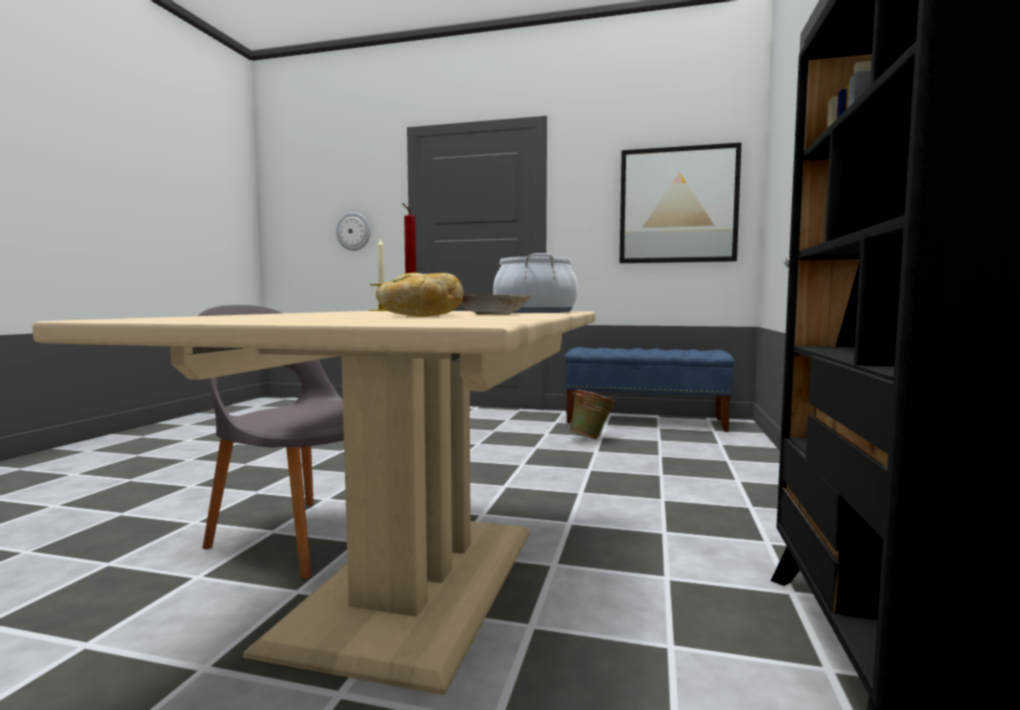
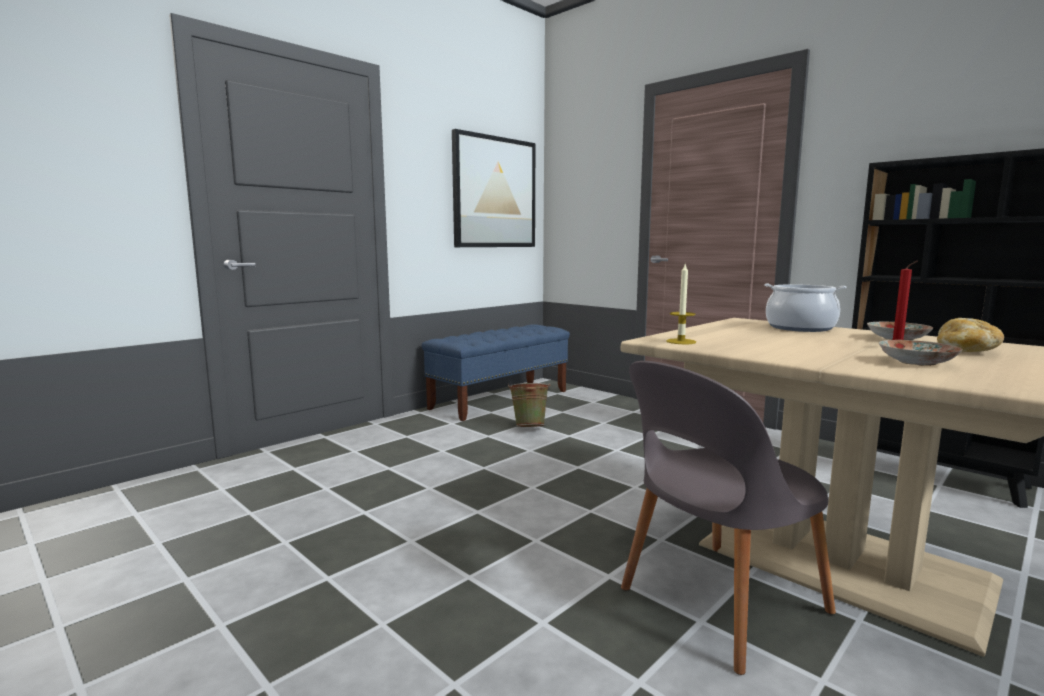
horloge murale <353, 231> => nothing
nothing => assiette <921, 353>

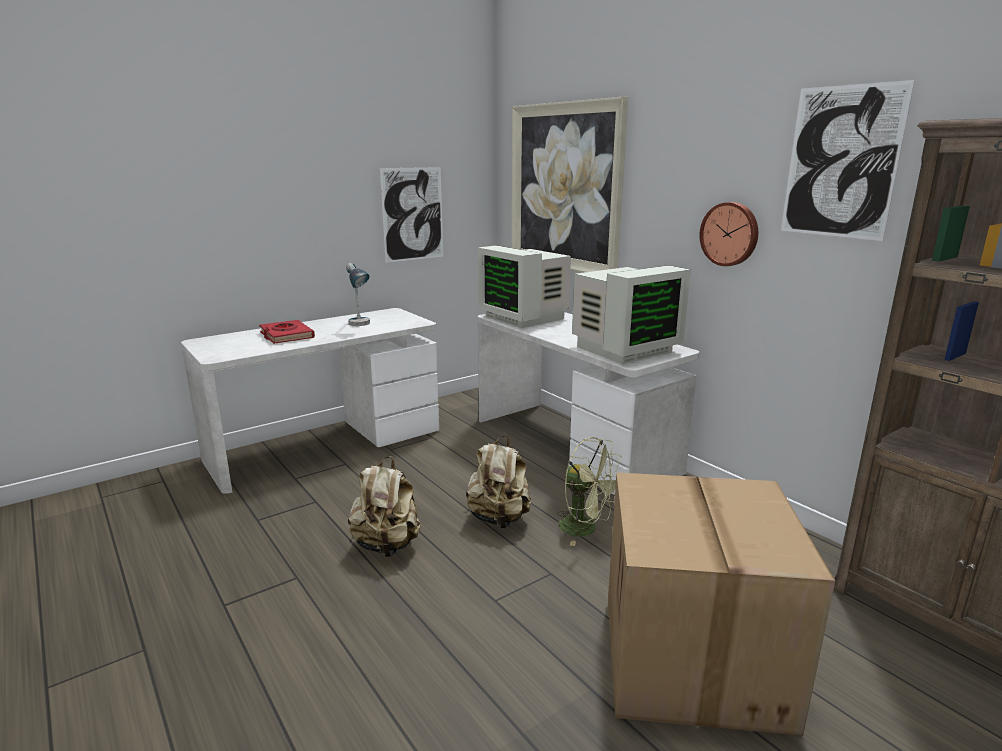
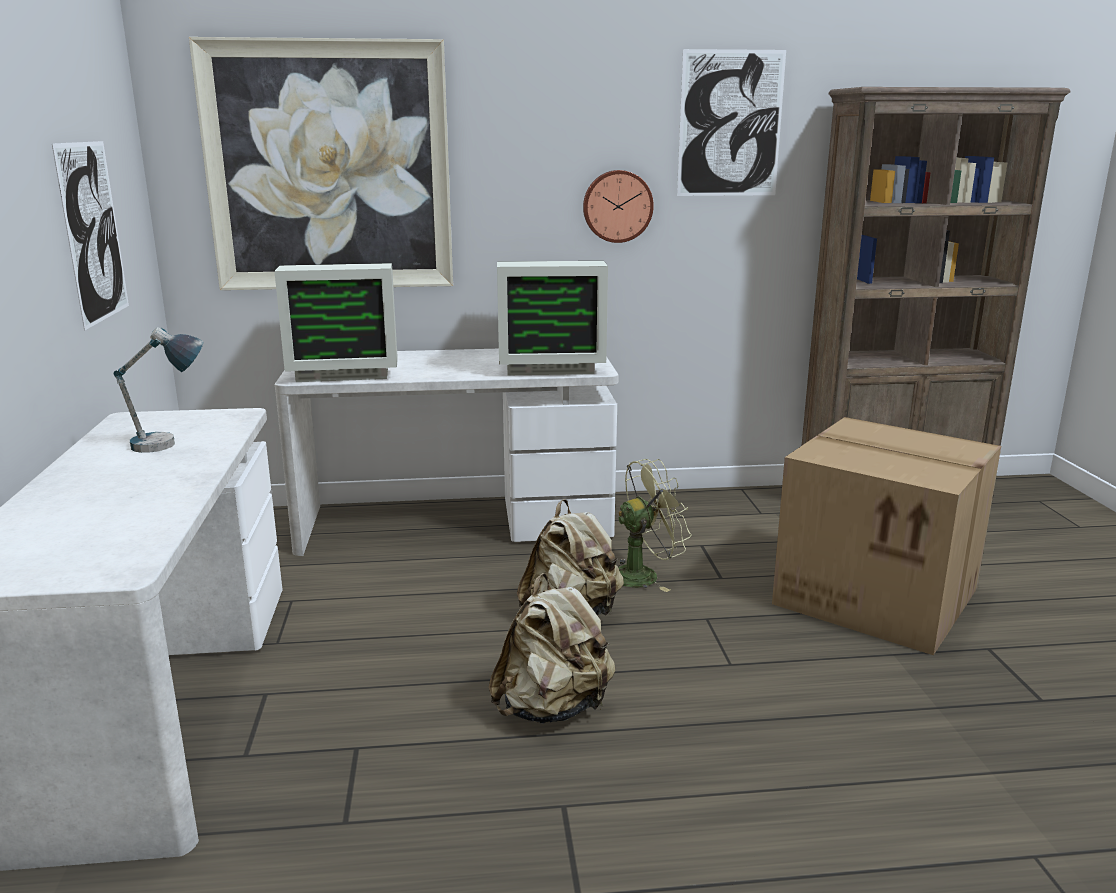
livre [rouge] <287, 332> => nothing
écran d'ordinateur <631, 314> => écran d'ordinateur <552, 318>, 90 degrees clockwise

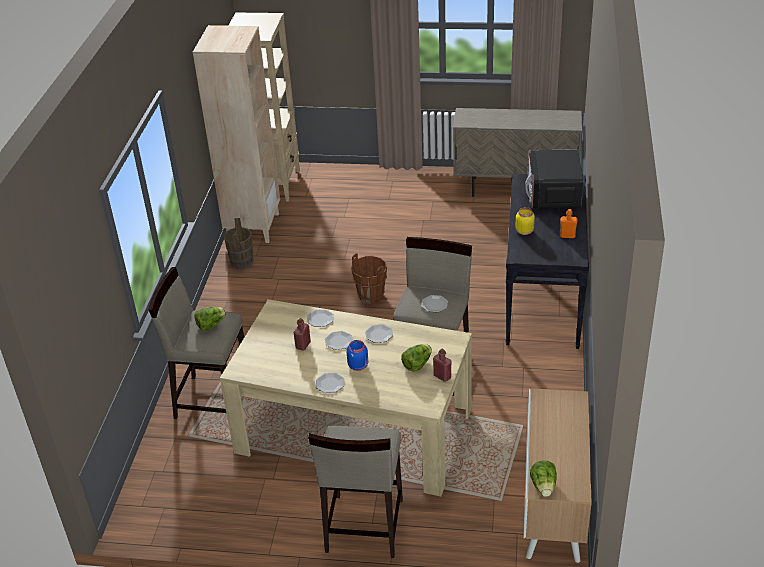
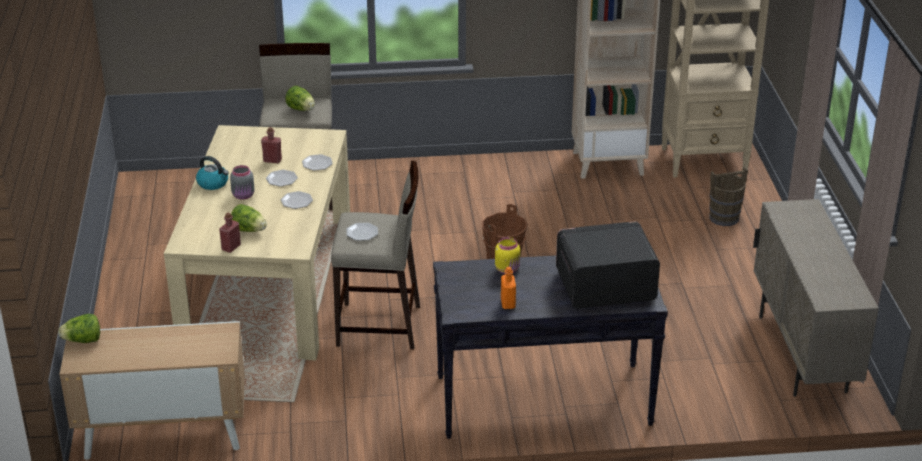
tabouret [beige] <355, 492> => nothing
seau [marron] <239, 243> => seau [marron] <728, 196>, move
assiette <330, 383> => bouilloire <212, 173>
bocal [bleu] <357, 355> => bocal [gris] <242, 182>

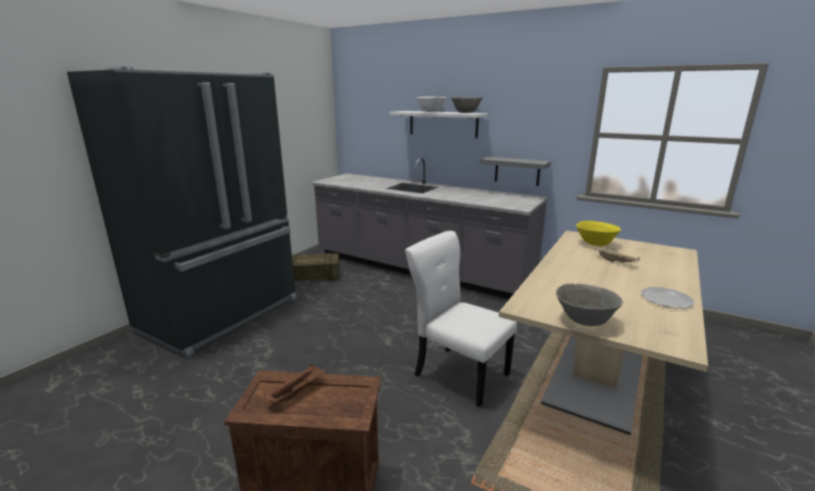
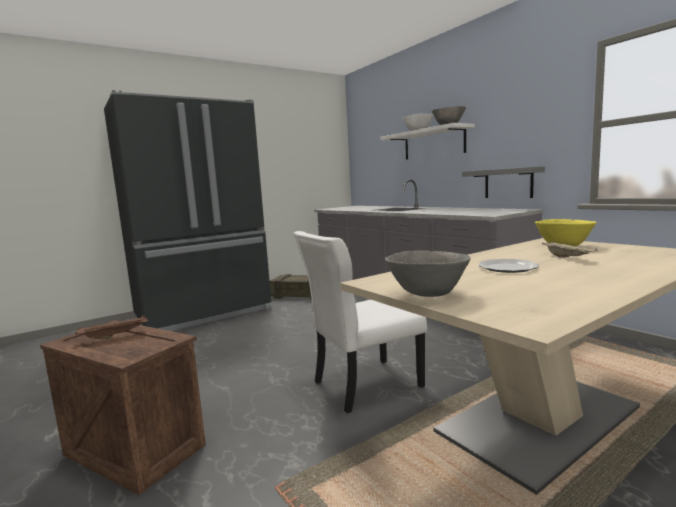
assiette <667, 297> => assiette <508, 266>, move
chaise [blanc] <461, 319> => chaise [blanc] <360, 322>, 90 degrees counterclockwise

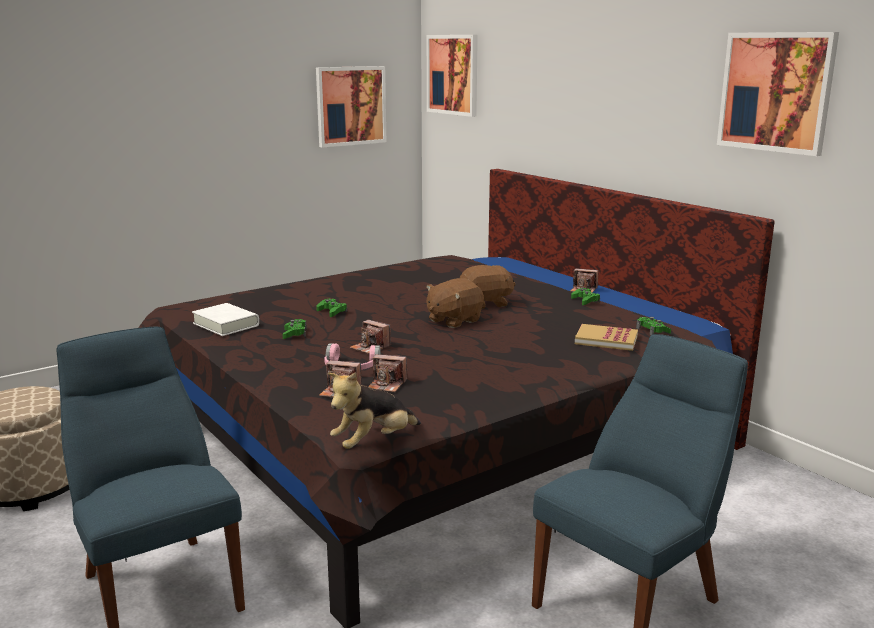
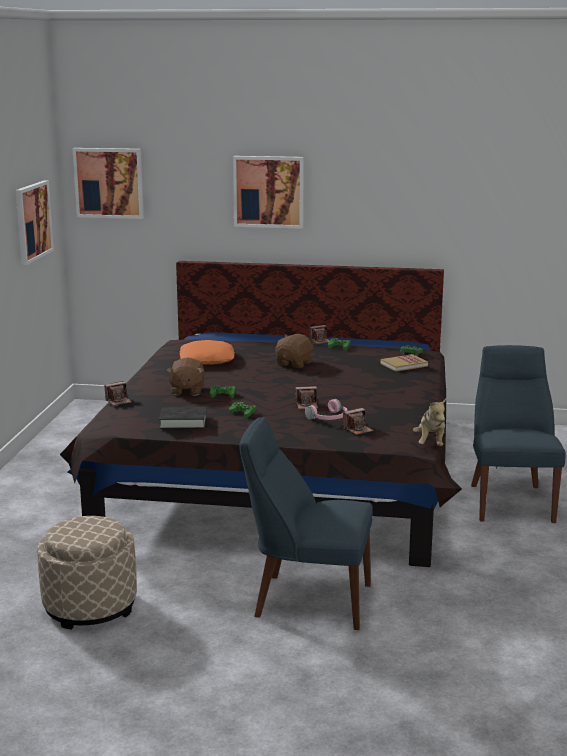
nothing => coussin [orange] <207, 352>
appareil photo <387, 373> => appareil photo <118, 393>, move
peluche [marron] <455, 303> => peluche [marron] <185, 377>, move
tableau <778, 94> => tableau <268, 192>, move
livre [blanc] <225, 319> => livre [noir] <183, 418>

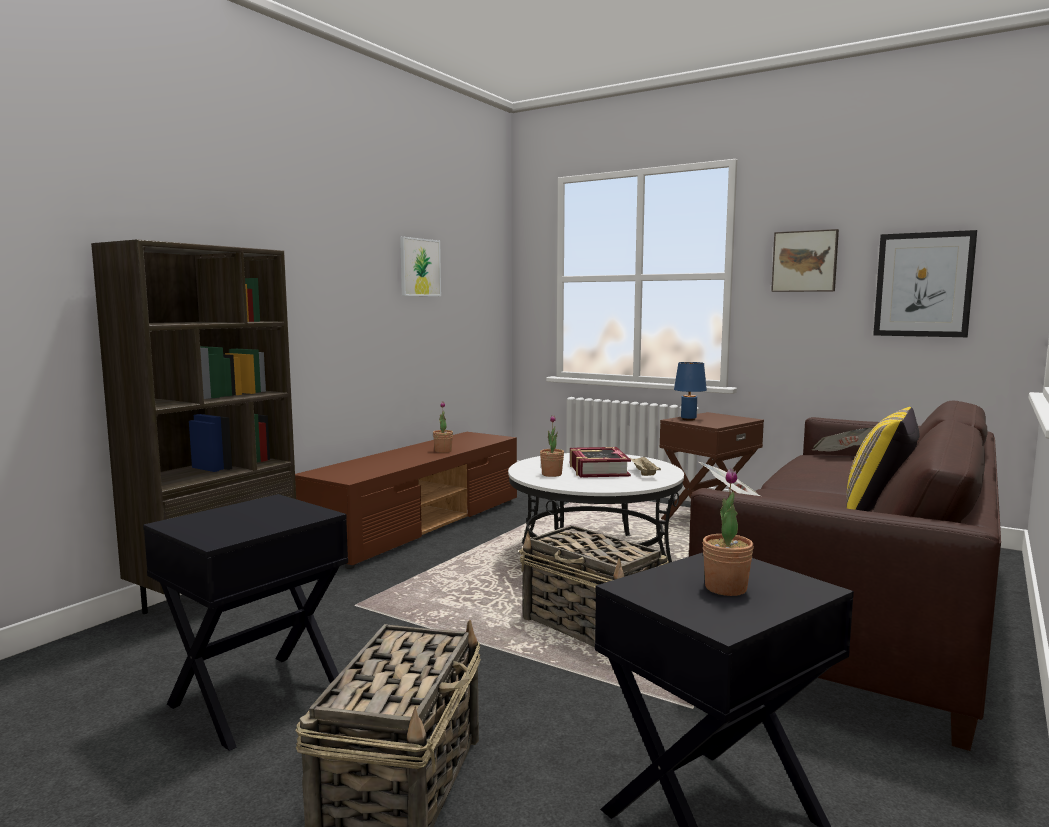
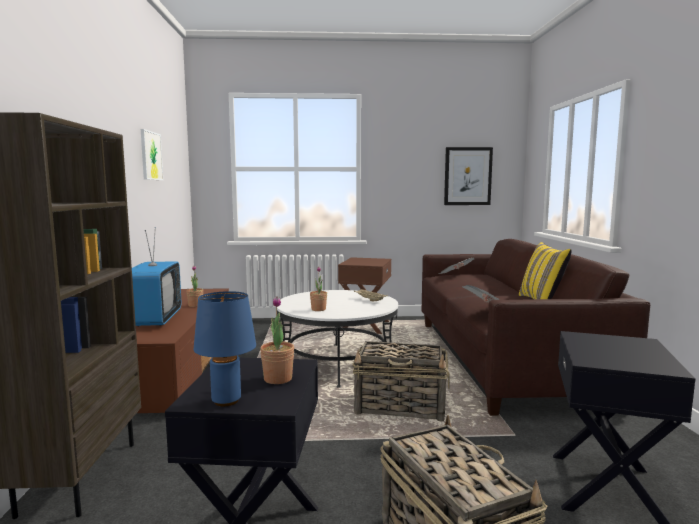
livre <600, 462> => nothing
tableau <805, 260> => nothing
nothing => téléviseur <157, 276>
lampe de table [bleu] <690, 391> => lampe de table [bleu] <225, 348>, move
plante en pot <728, 532> => plante en pot <277, 340>, move

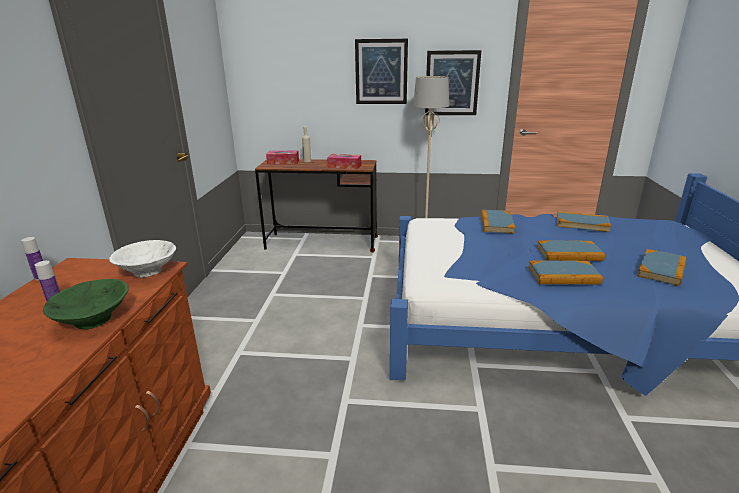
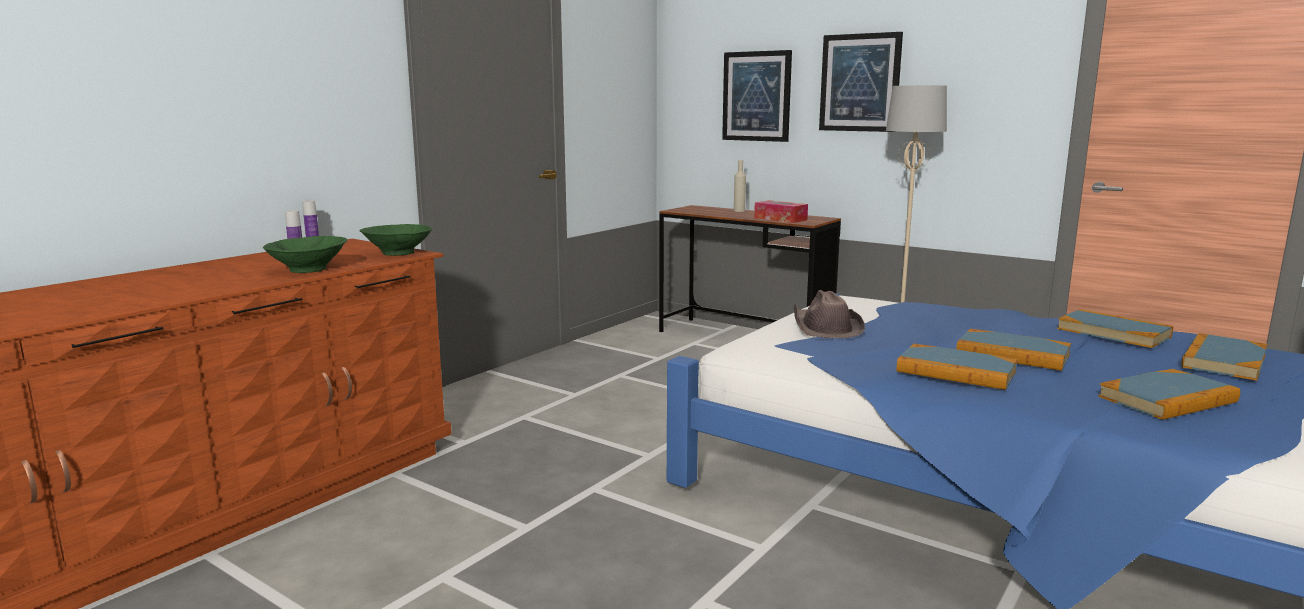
boîte à mouchoirs <282, 158> => nothing
nothing => chapeau [marron] <829, 314>
tableau <453, 82> => tableau <757, 96>, move
livre <498, 222> => livre <1224, 357>, move
bol [blanc] <142, 259> => bol [vert] <396, 240>

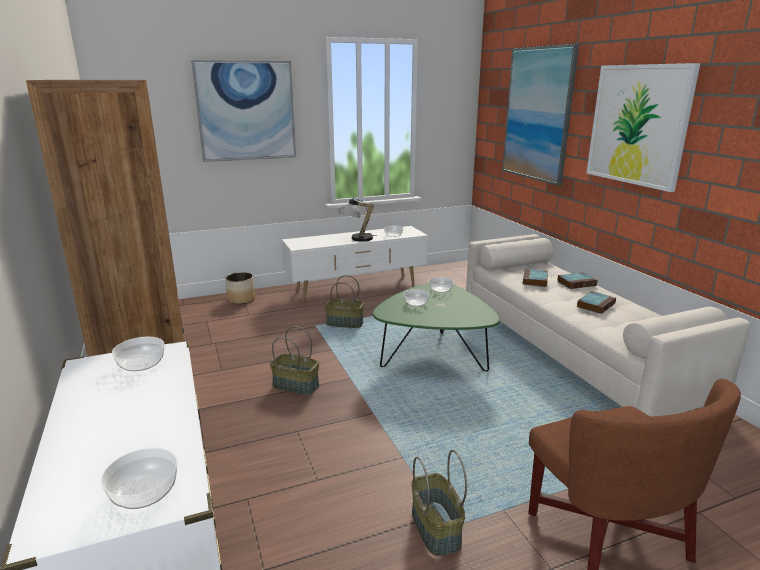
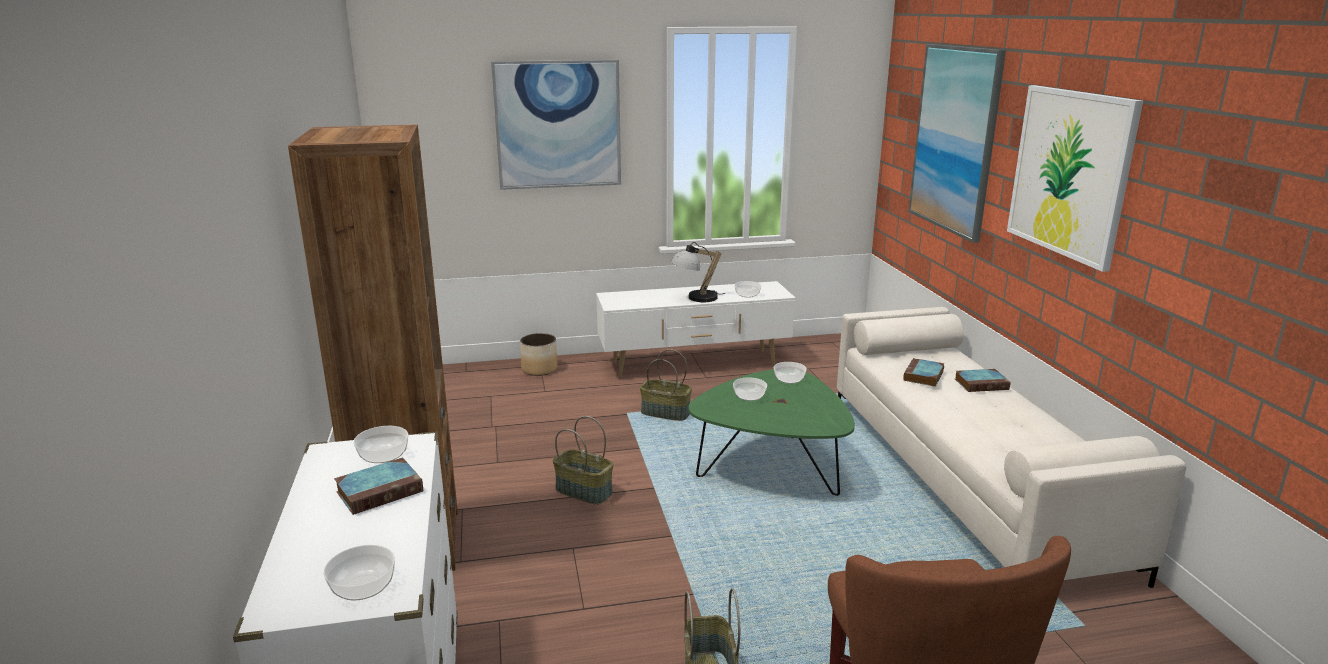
livre <596, 302> => livre <378, 486>, move

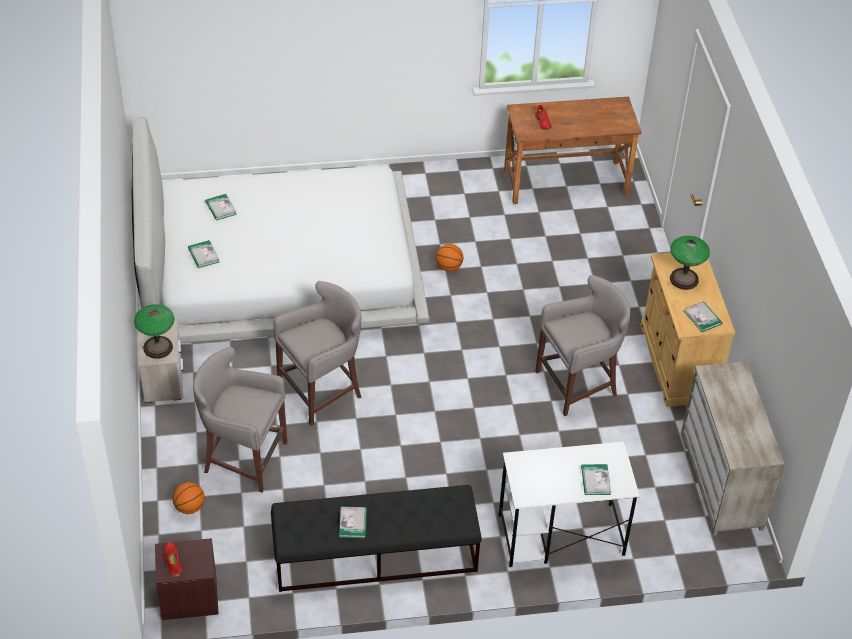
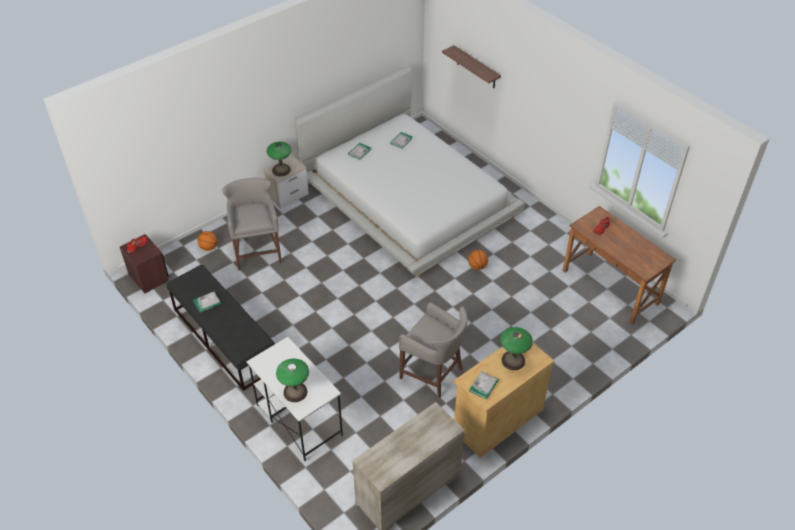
tabouret [gris] <318, 353> => nothing
nothing => étagère <471, 66>
livre <596, 479> => lampe de table <292, 380>

